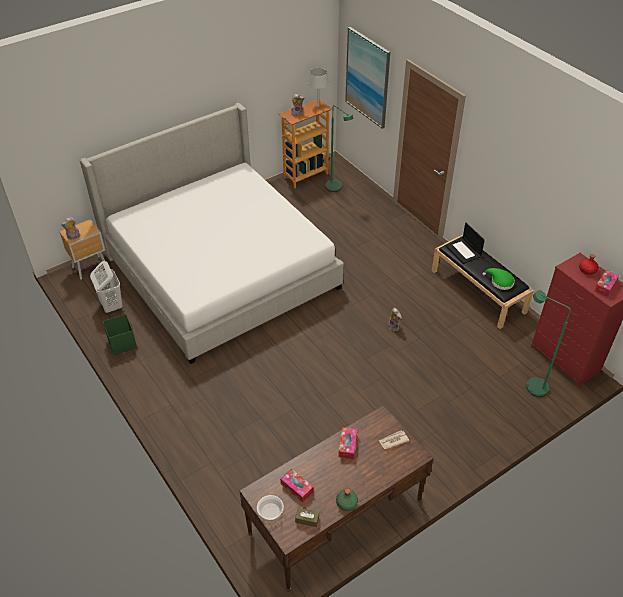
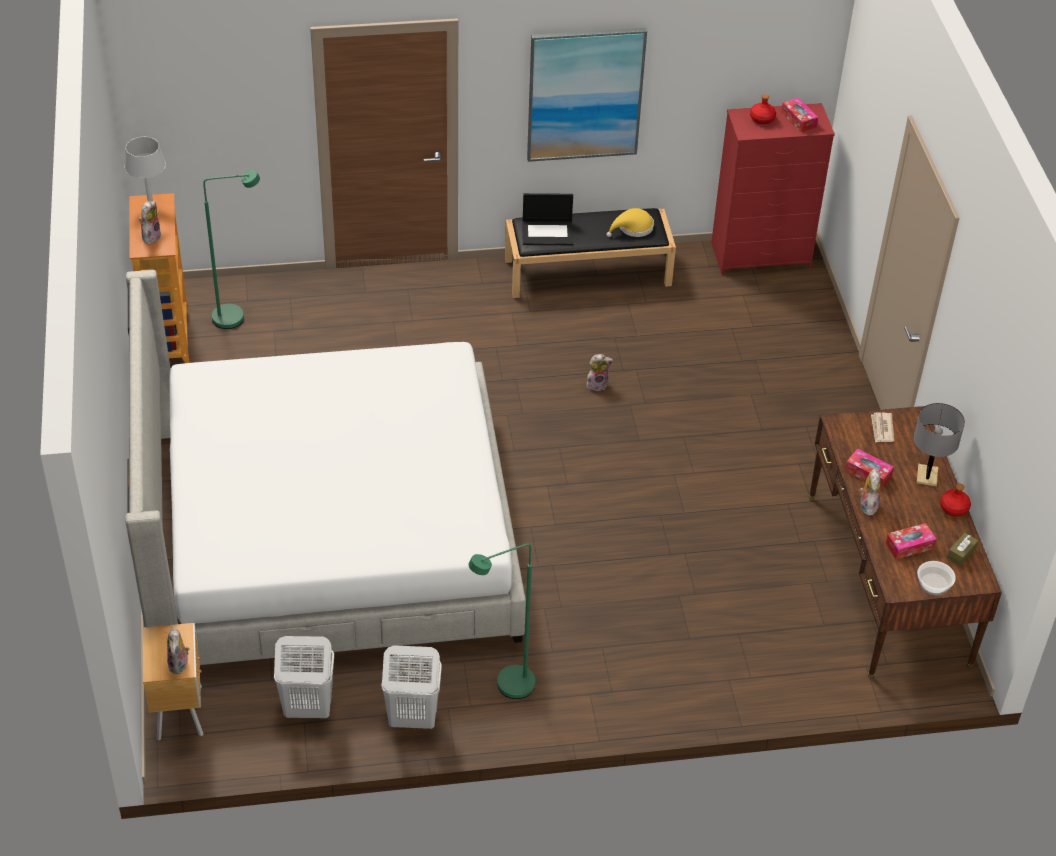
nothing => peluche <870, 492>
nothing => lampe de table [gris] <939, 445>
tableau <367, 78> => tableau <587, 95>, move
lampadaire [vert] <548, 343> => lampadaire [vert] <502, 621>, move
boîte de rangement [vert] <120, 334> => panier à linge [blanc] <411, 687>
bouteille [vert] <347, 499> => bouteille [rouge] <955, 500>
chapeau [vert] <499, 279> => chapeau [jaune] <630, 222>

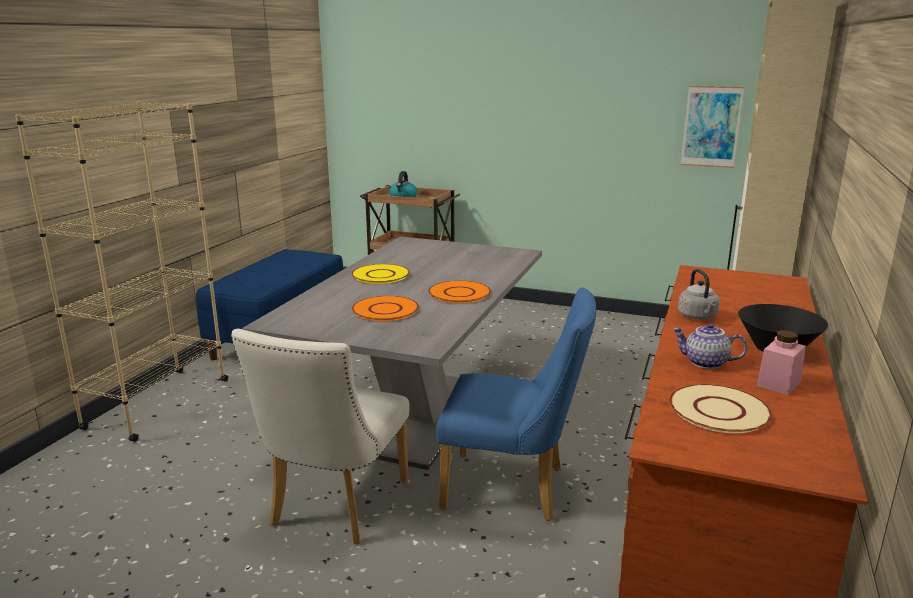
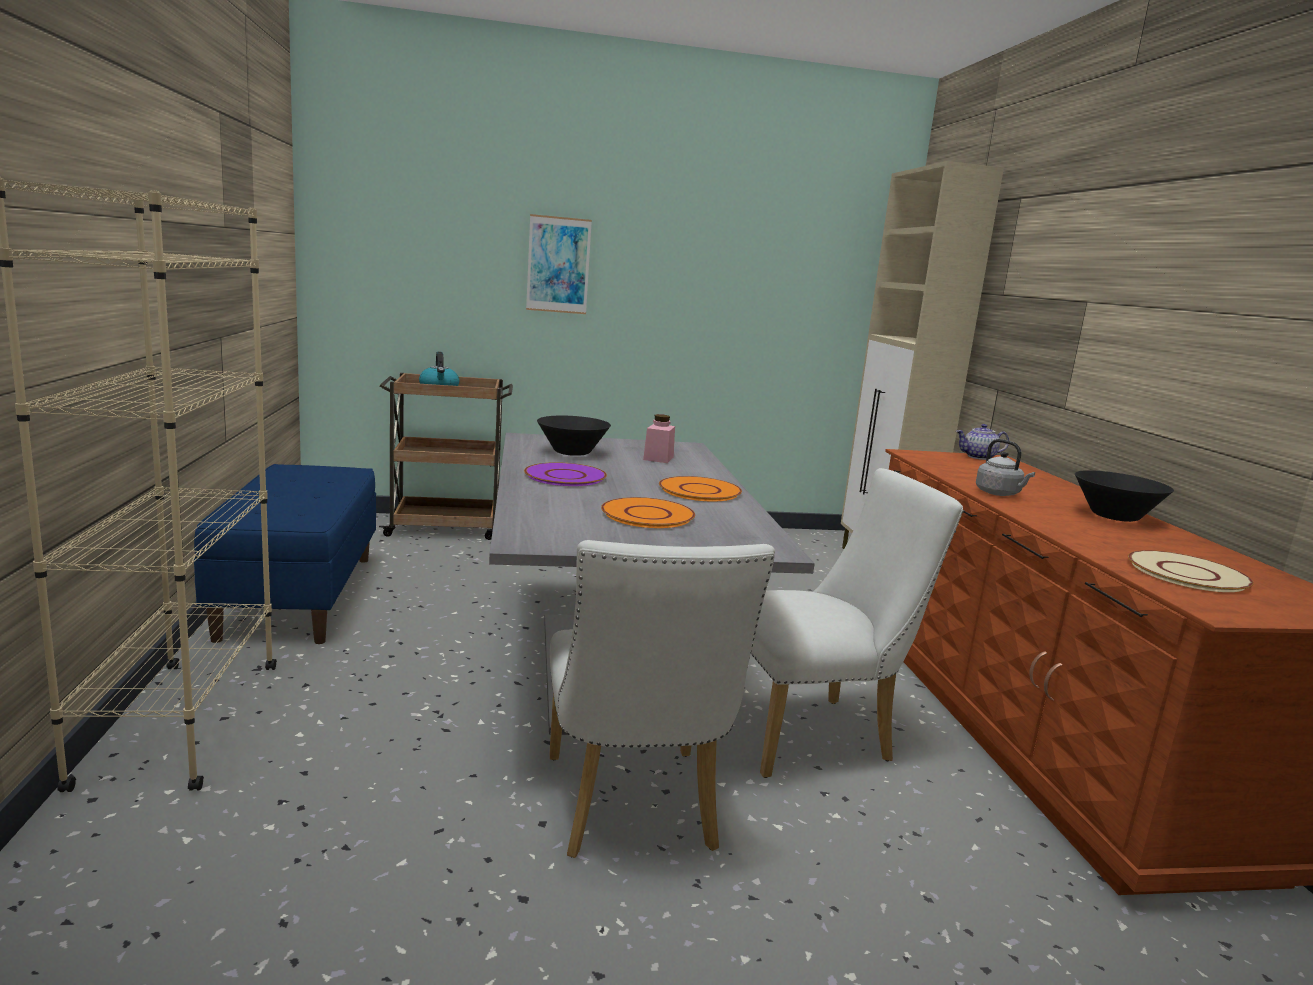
nothing => bol [noir] <574, 436>
théière <710, 346> => théière <982, 442>, move
tableau <712, 127> => tableau <559, 264>, move
bocal [rose] <781, 362> => bocal [rose] <659, 438>, move
assiette [jaune] <380, 274> => assiette [violet] <565, 474>
chaise [bleu] <516, 404> => chaise [blanc] <857, 623>

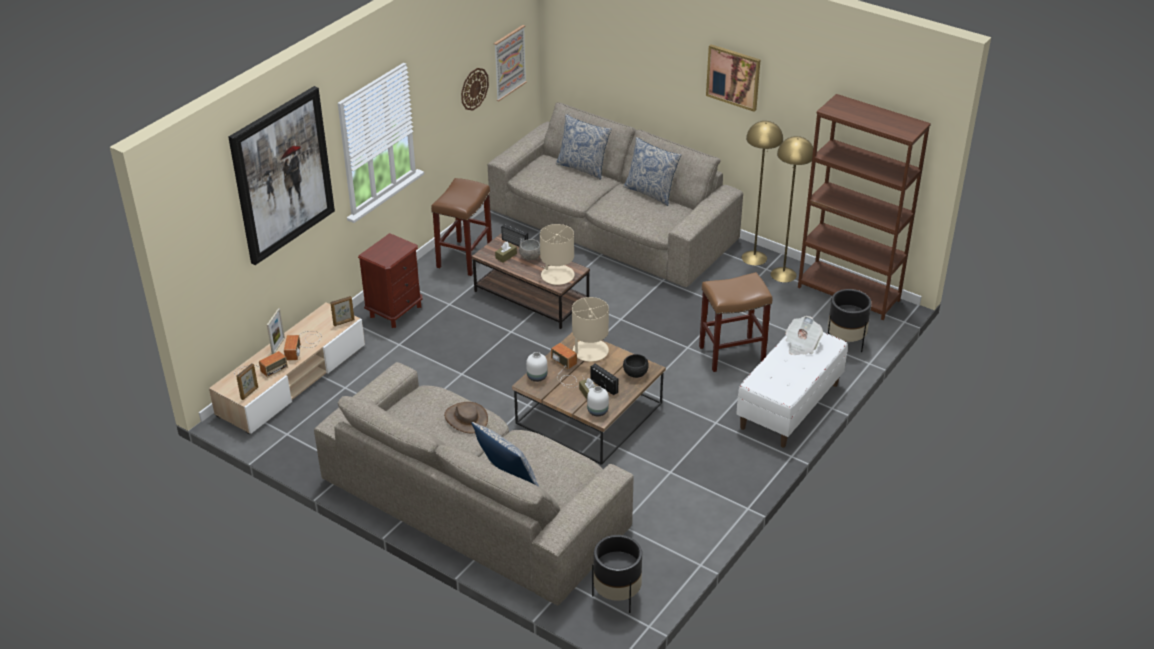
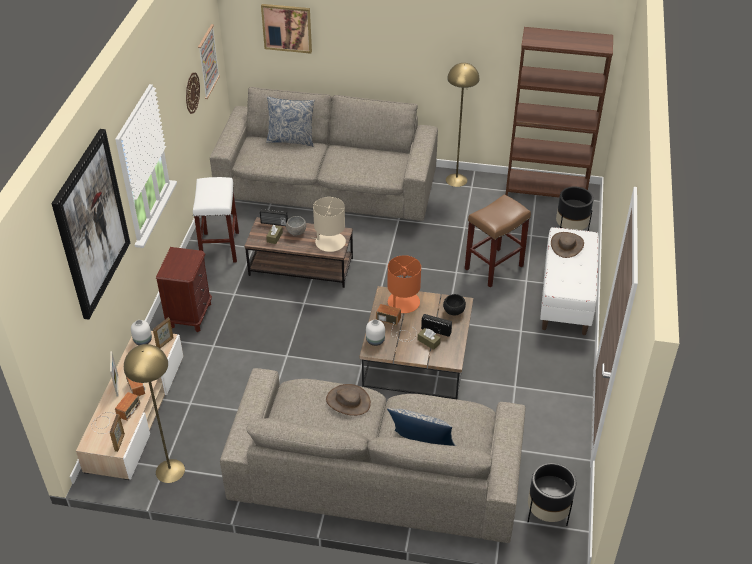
coussin <652, 171> => nothing
vase [blanc] <598, 401> => vase [blanc] <141, 332>, move
tableau <733, 78> => tableau <286, 29>, move
lampadaire [jaune] <792, 209> => lampadaire [jaune] <154, 413>, move
journal <804, 335> => chapeau [marron] <567, 245>
tabouret [marron] <461, 227> => tabouret [blanc] <216, 220>
lampe de table [beige] <590, 329> => lampe de table [orange] <404, 284>

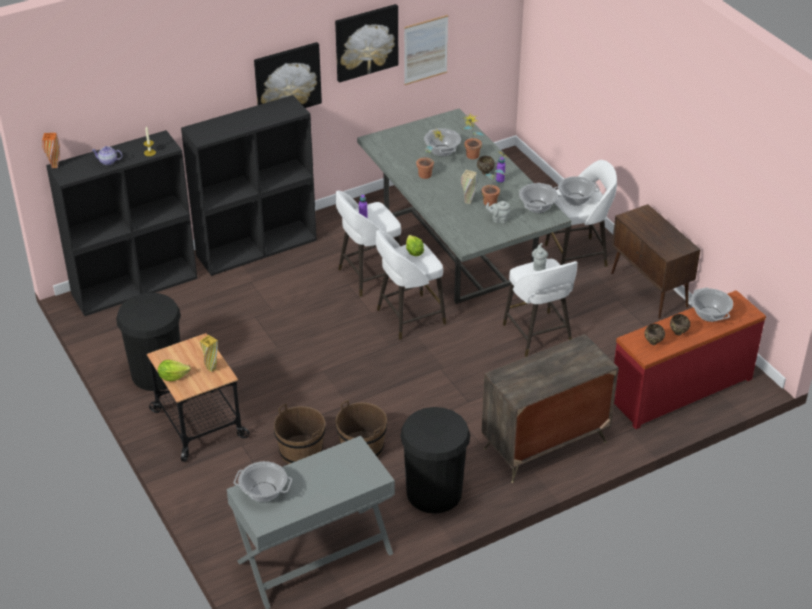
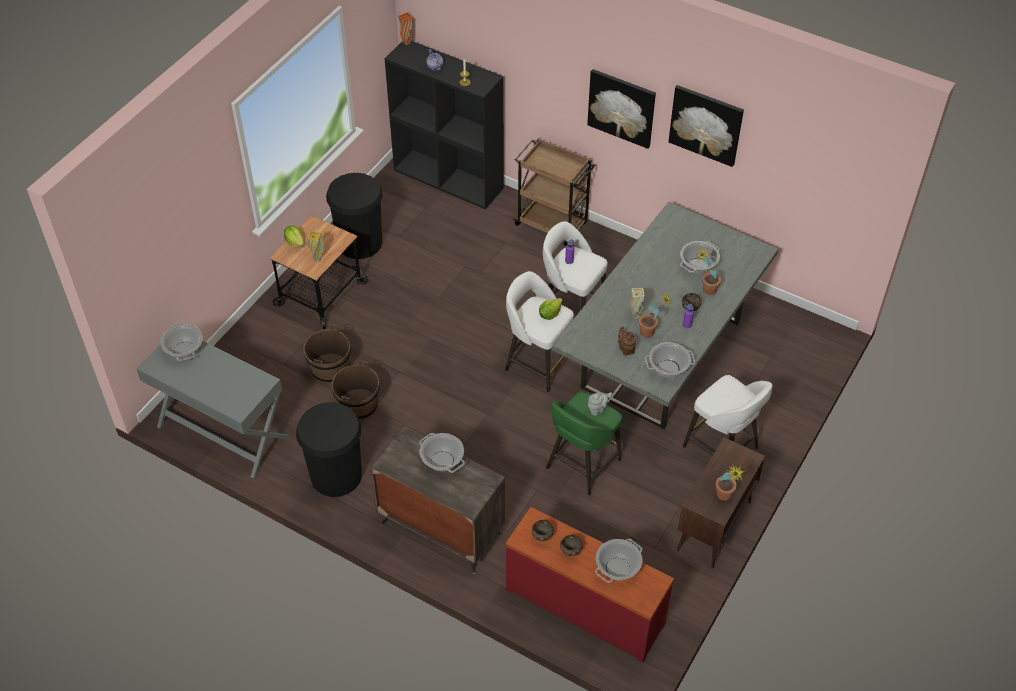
tableau <426, 50> => nothing
plante en pot <430, 154> => plante en pot <730, 482>, move
marmite <577, 191> => marmite <442, 453>, move
bibliothèque [noir] <249, 185> => chariot [marron] <554, 192>
théière [gris] <498, 212> => théière [marron] <627, 340>
tabouret [blanc] <540, 308> => tabouret [vert] <584, 443>

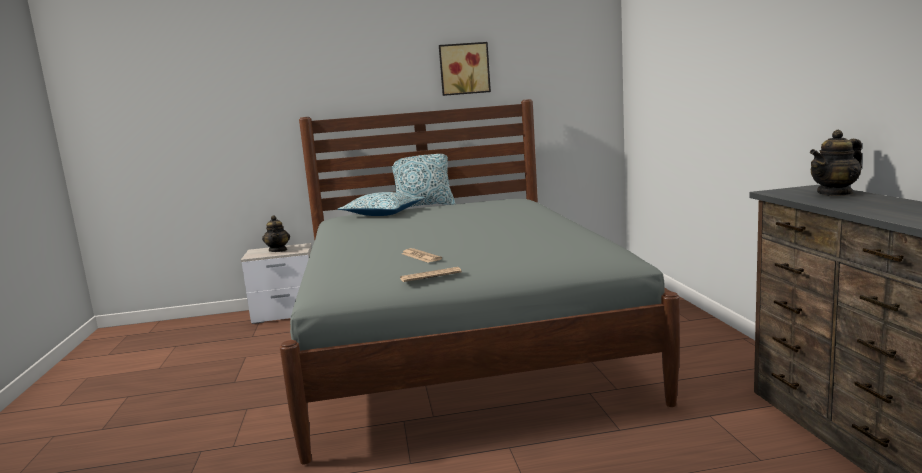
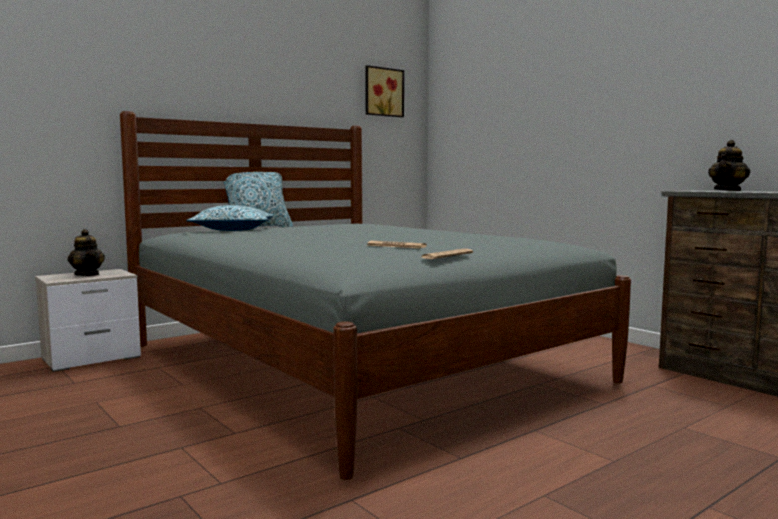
tableau <465, 69> => tableau <384, 91>, move

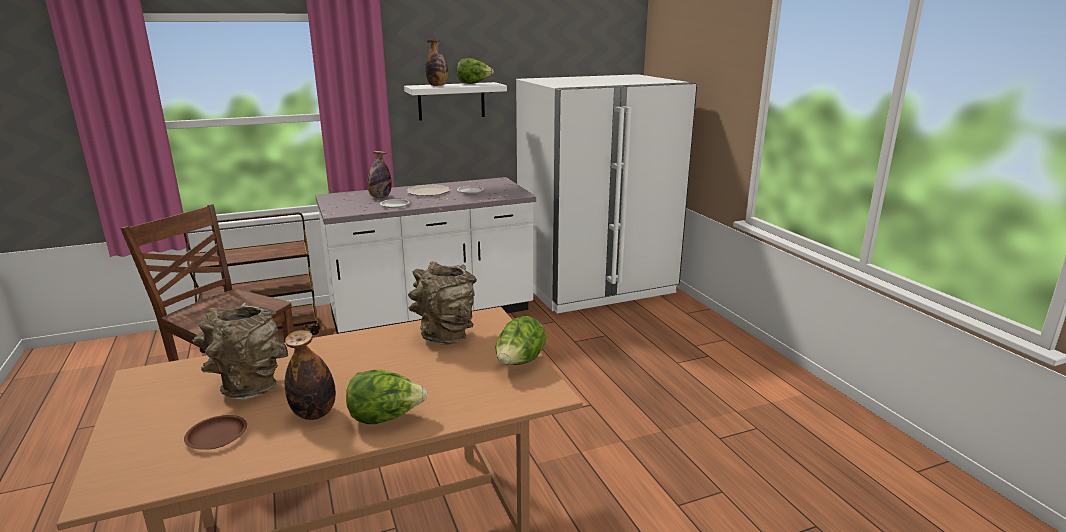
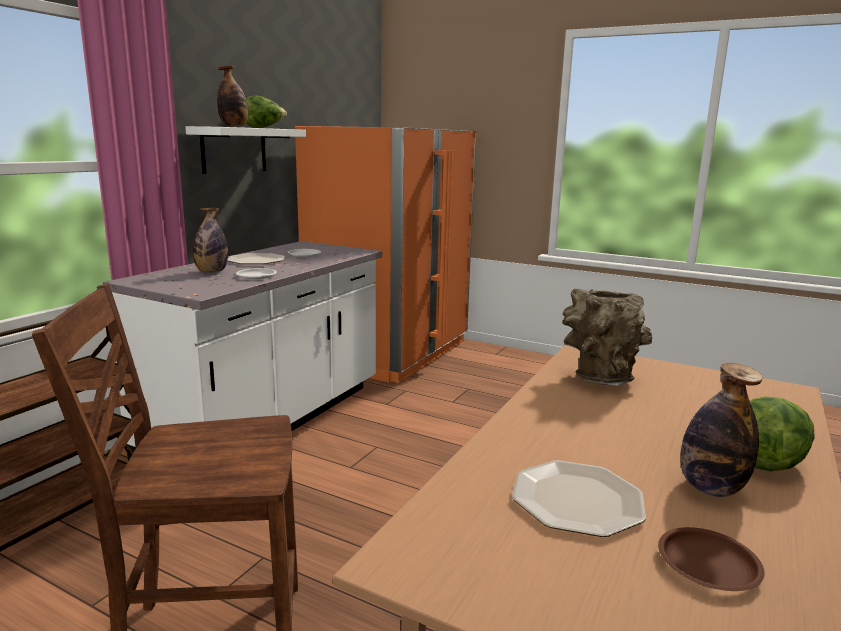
laitue <520, 340> => nothing
vase [marron] <240, 351> => assiette <579, 498>
réfrigérateur [blanc] <606, 193> => réfrigérateur [orange] <385, 254>

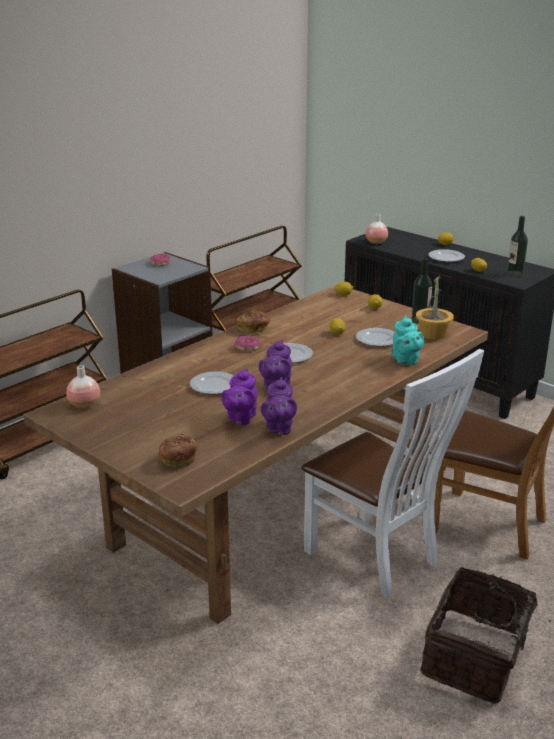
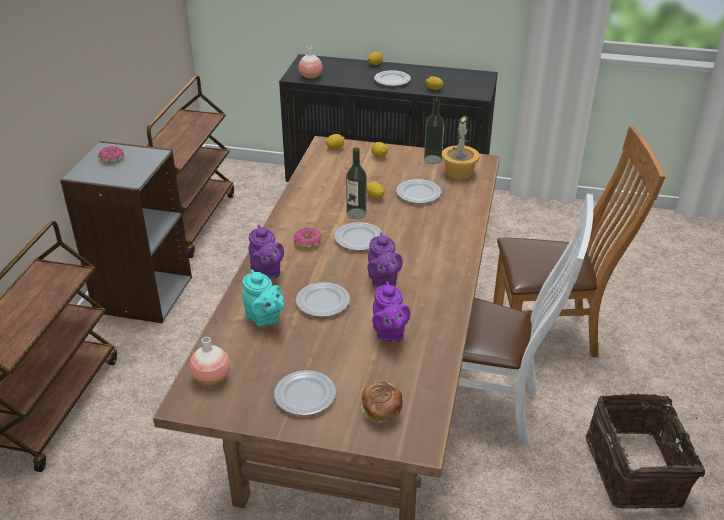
pain <253, 322> => nothing
nothing => assiette <305, 393>
théière [violet] <279, 406> => théière [violet] <266, 252>, move
théière [turquoise] <408, 340> => théière [turquoise] <263, 299>, move
bouteille <517, 246> => bouteille <356, 183>, move

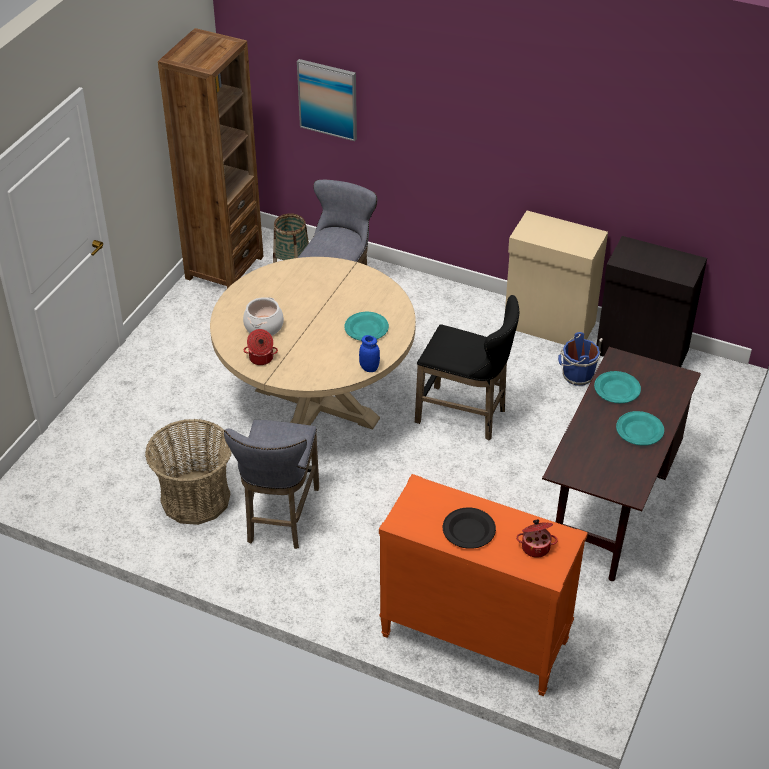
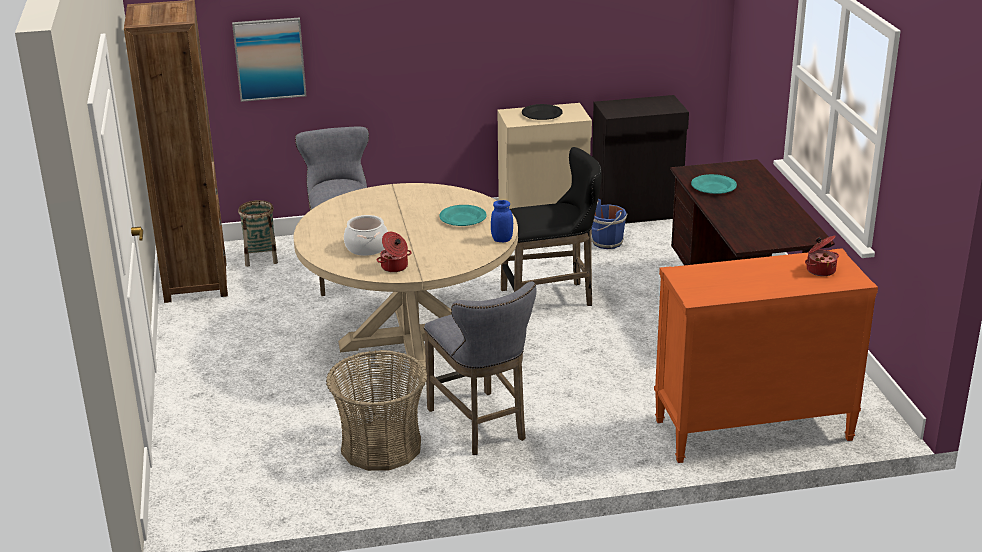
assiette [turquoise] <640, 428> => nothing
assiette [noir] <469, 528> => assiette [noir] <542, 112>, move

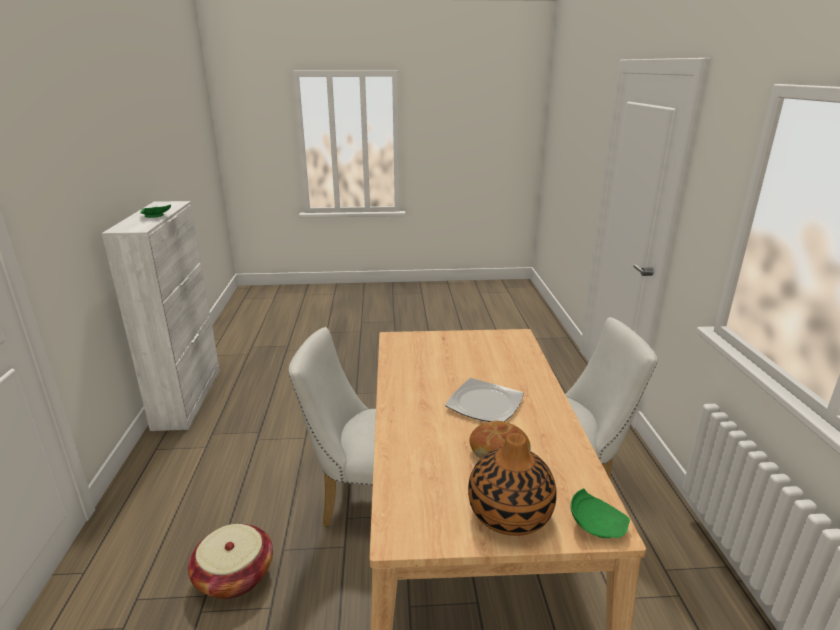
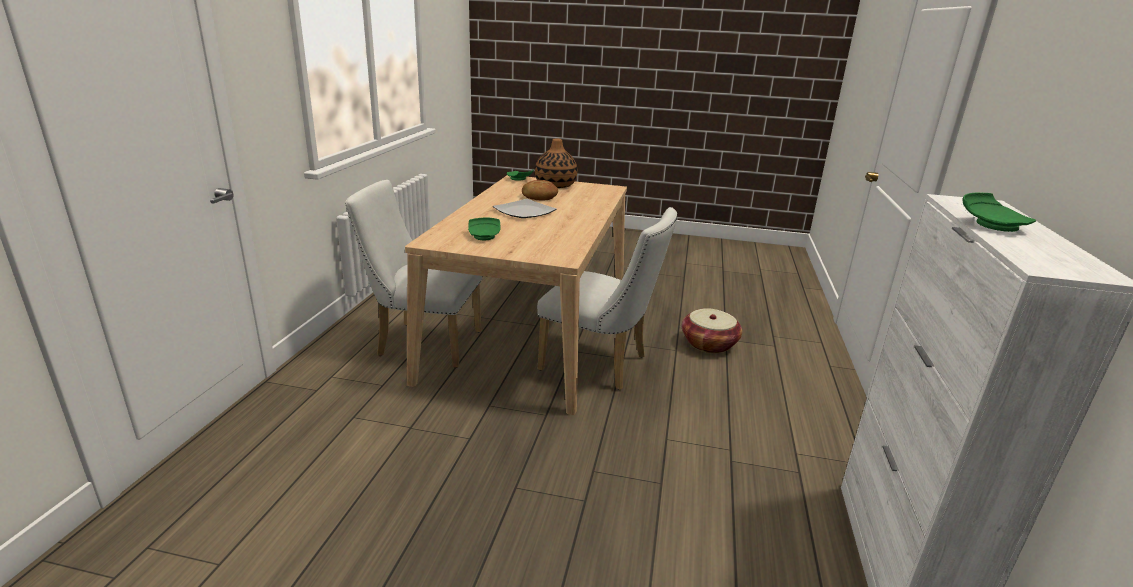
nothing => assiette [vert] <484, 229>

